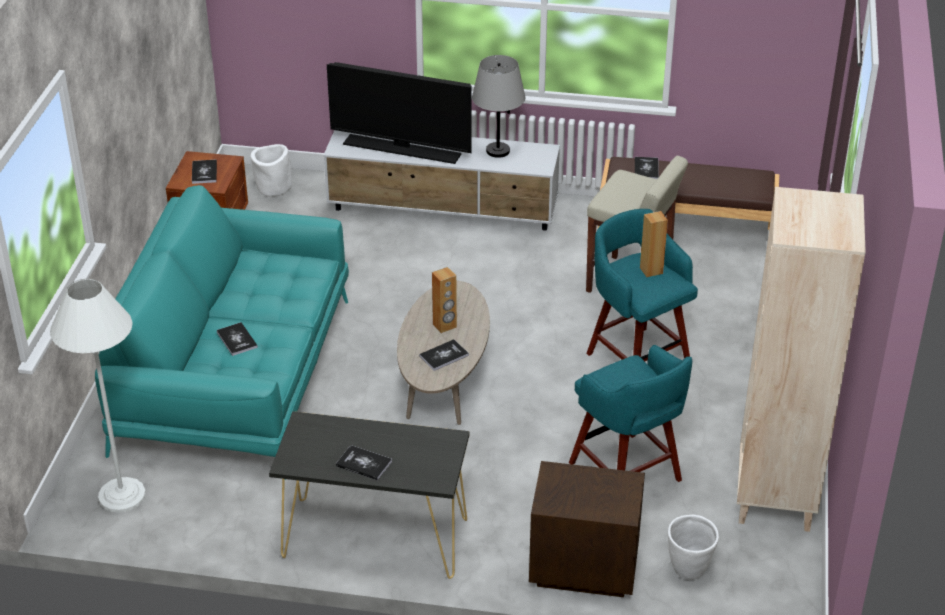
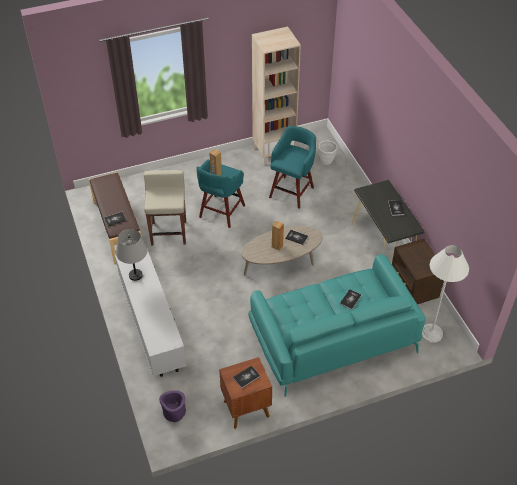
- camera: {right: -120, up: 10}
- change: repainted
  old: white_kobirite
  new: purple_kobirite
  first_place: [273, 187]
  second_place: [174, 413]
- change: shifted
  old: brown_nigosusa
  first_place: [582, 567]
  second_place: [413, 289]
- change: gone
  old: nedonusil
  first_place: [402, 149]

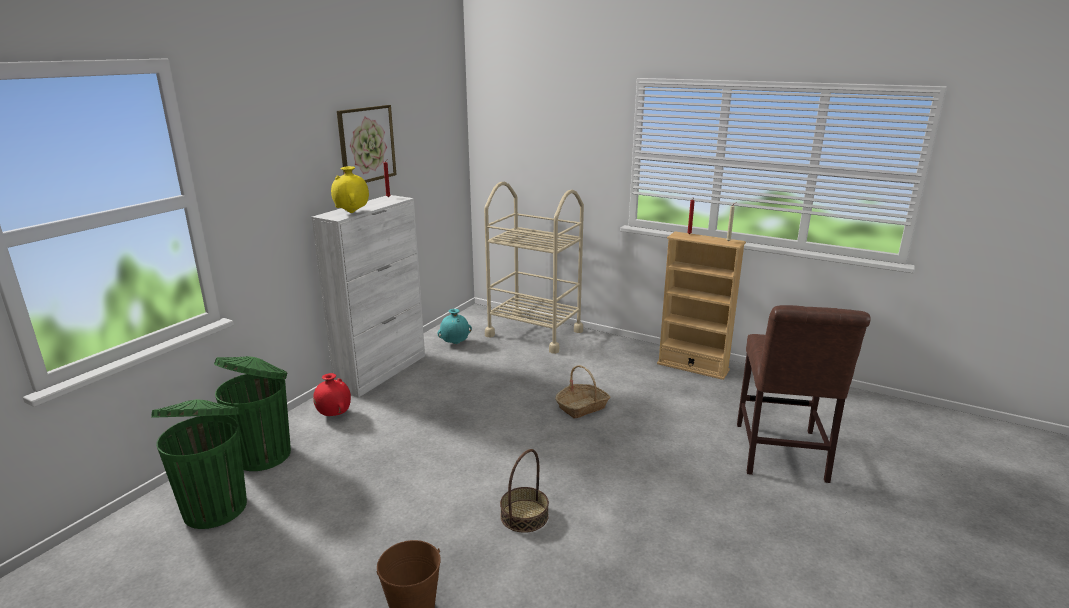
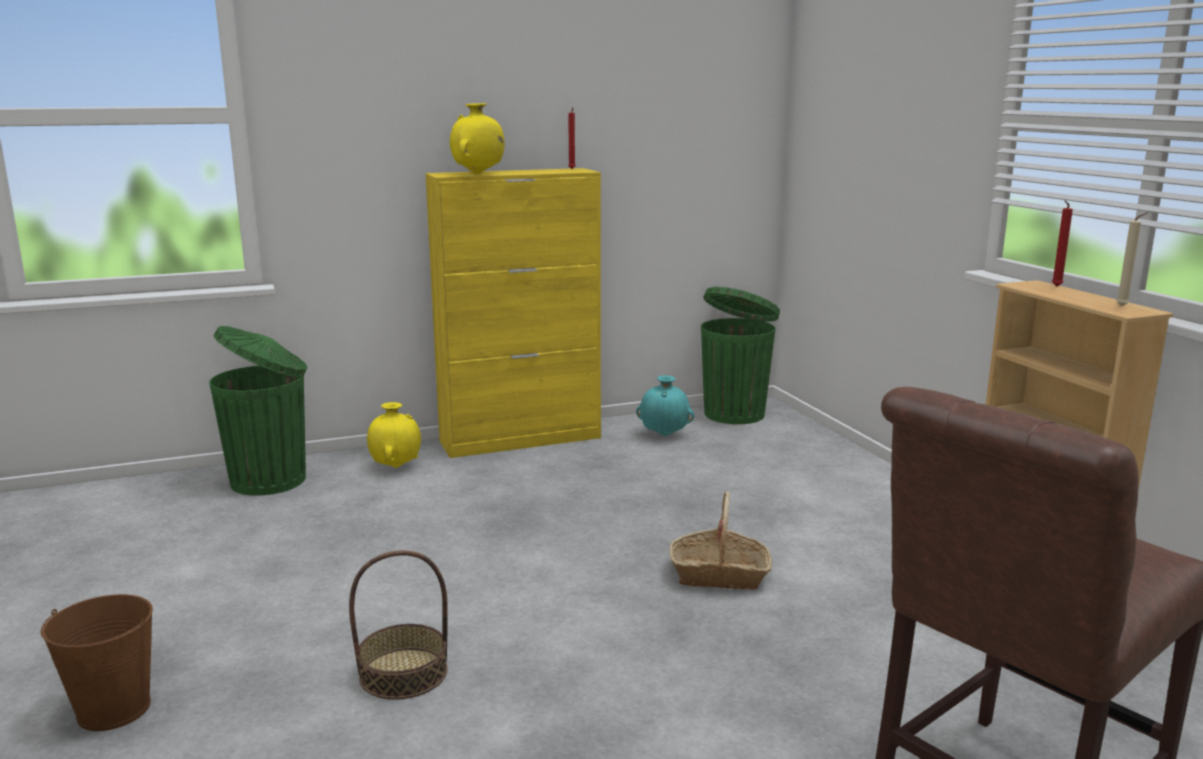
- camera: {right: 40, up: -5}
- change: repainted
  old: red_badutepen
  new: yellow_badutepen
  first_place: [334, 415]
  second_place: [395, 467]
- change: repainted
  old: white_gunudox
  new: yellow_gunudox
  first_place: [382, 371]
  second_place: [521, 439]
- change: shifted
  old: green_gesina
  first_place: [216, 507]
  second_place: [735, 413]
- change: gone
  old: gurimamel
  first_place: [366, 144]
- change: gone
  old: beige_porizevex
  first_place: [534, 333]

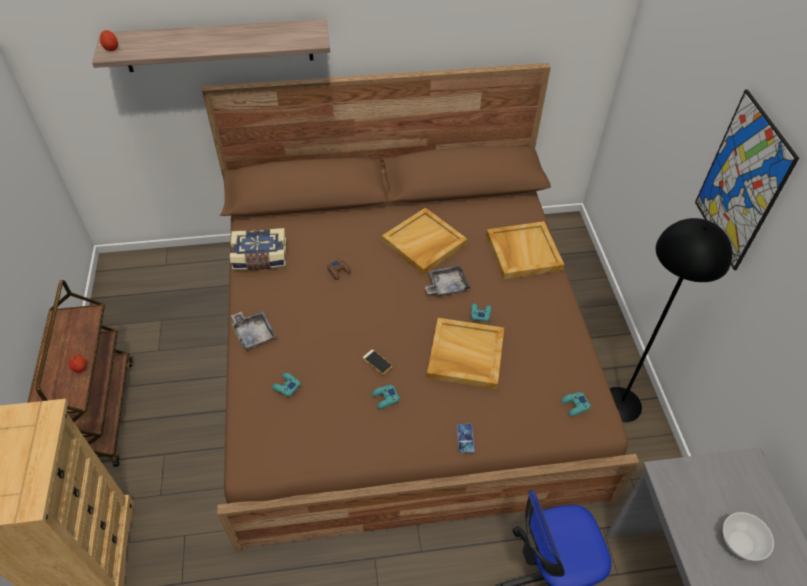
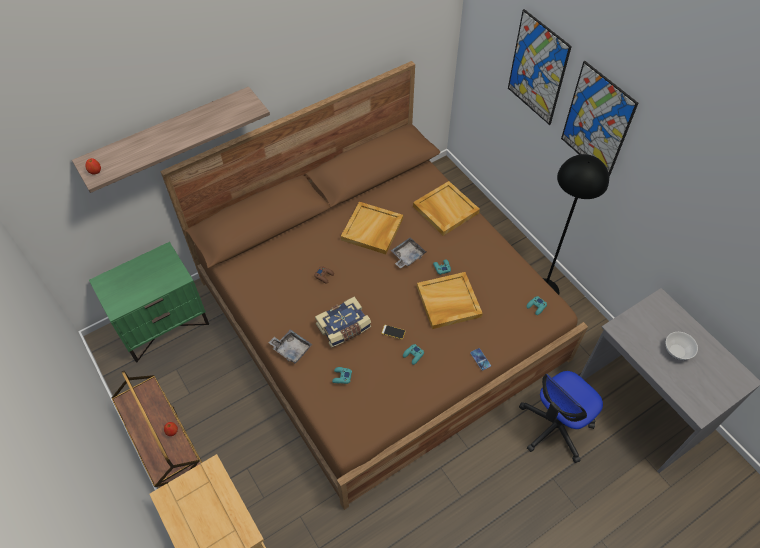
- camera: {right: -25, up: 5}
- change: new
  new: green_nigosusa
  second_place: [163, 324]
- change: shifted
  old: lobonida
  first_place: [260, 258]
  second_place: [344, 328]
- change: new
  new: gurimamel
  second_place: [537, 68]

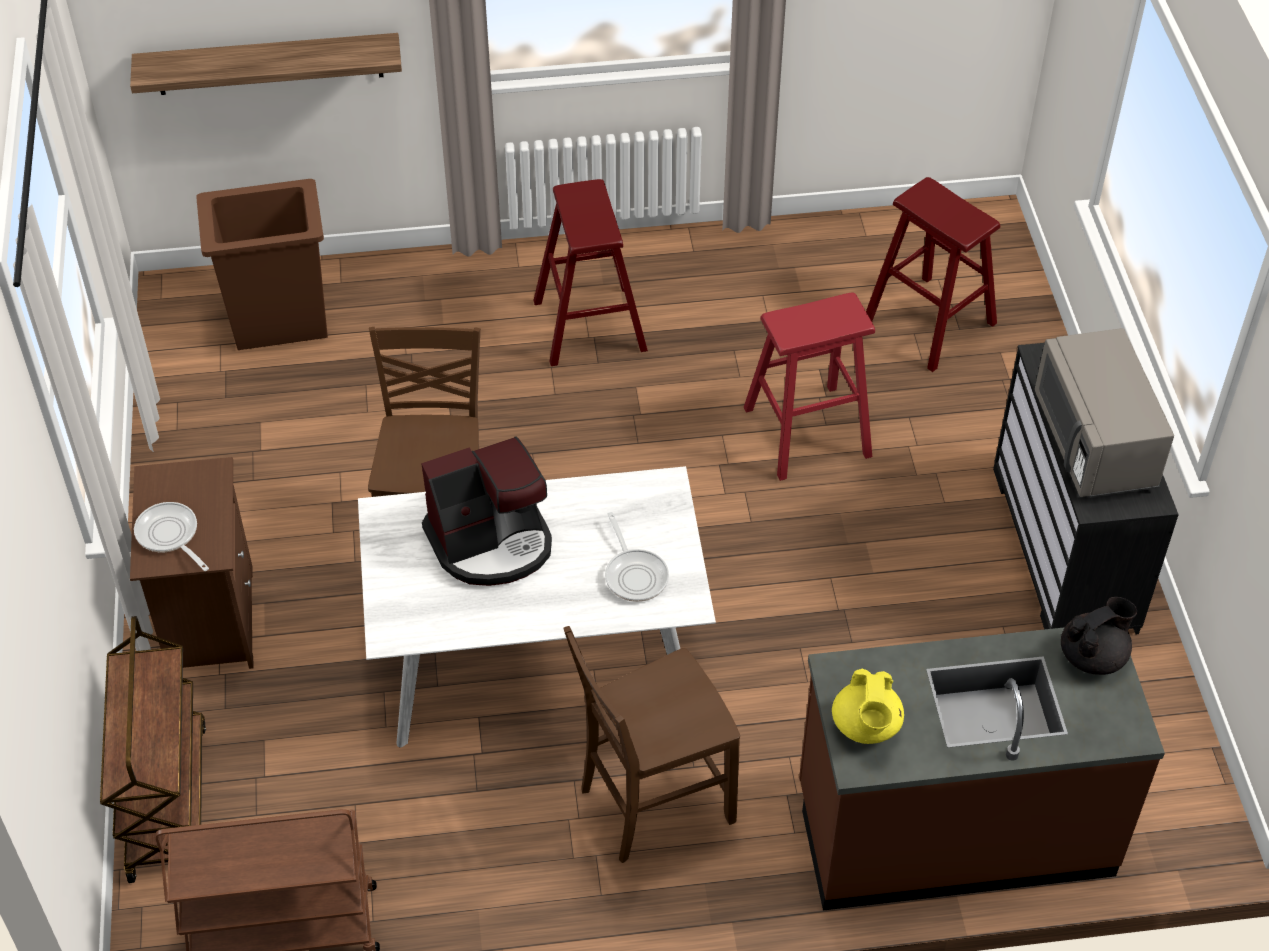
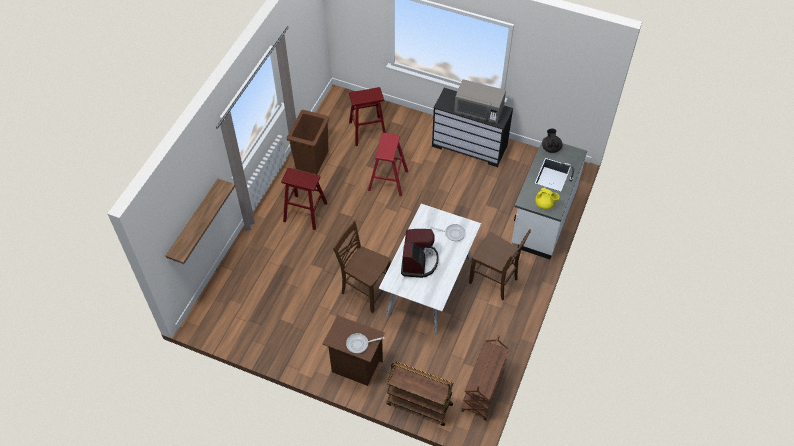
- camera: {right: -60, up: 5}
- change: shifted
  old: brown_gesina
  first_place: [278, 320]
  second_place: [311, 160]
- change: rotated
  old: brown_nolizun
  first_place: [652, 803]
  second_place: [494, 281]
  degrees: -60
- change: repainted
  old: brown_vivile
  new: white_vivile
  first_place: [953, 830]
  second_place: [542, 219]

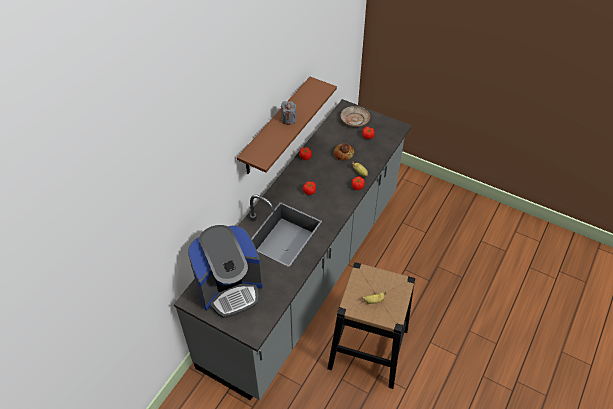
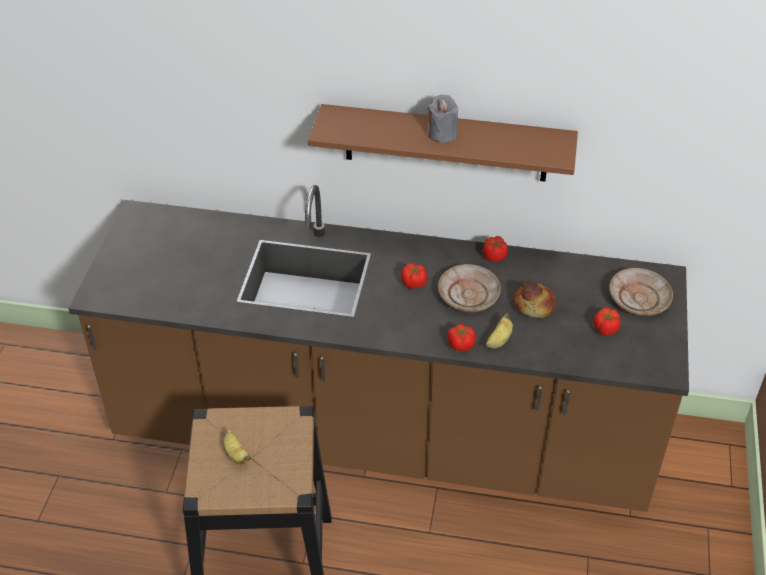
- camera: {right: 70, up: -5}
- change: repainted
  old: grey_vivile
  new: brown_vivile
  first_place: [306, 276]
  second_place: [383, 435]
- change: new
  new: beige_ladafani
  second_place: [468, 295]
- change: gone
  old: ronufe
  first_place: [229, 288]

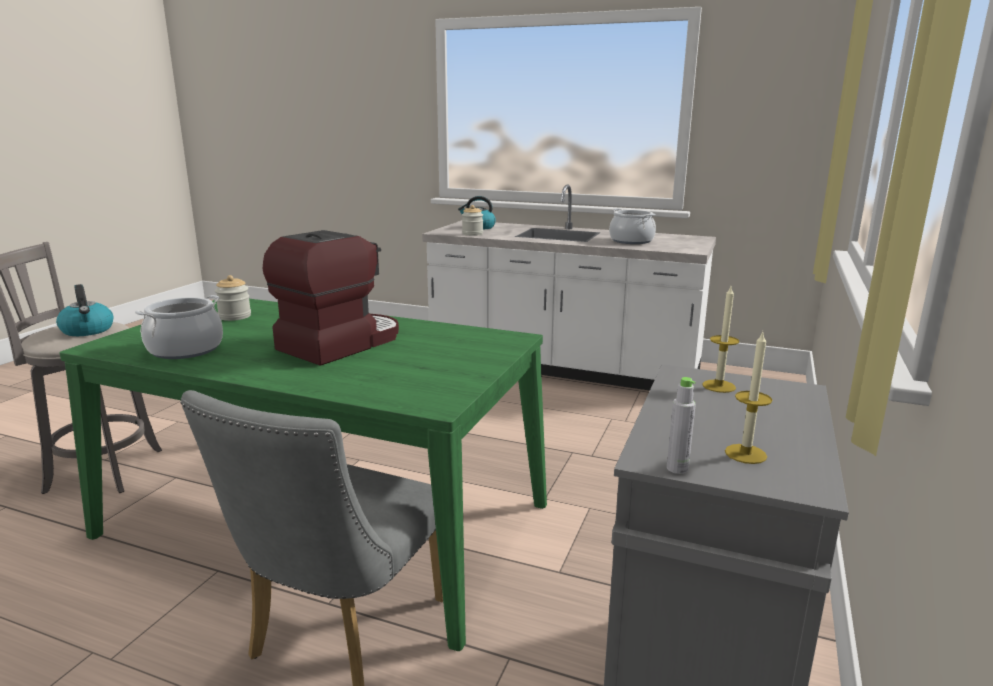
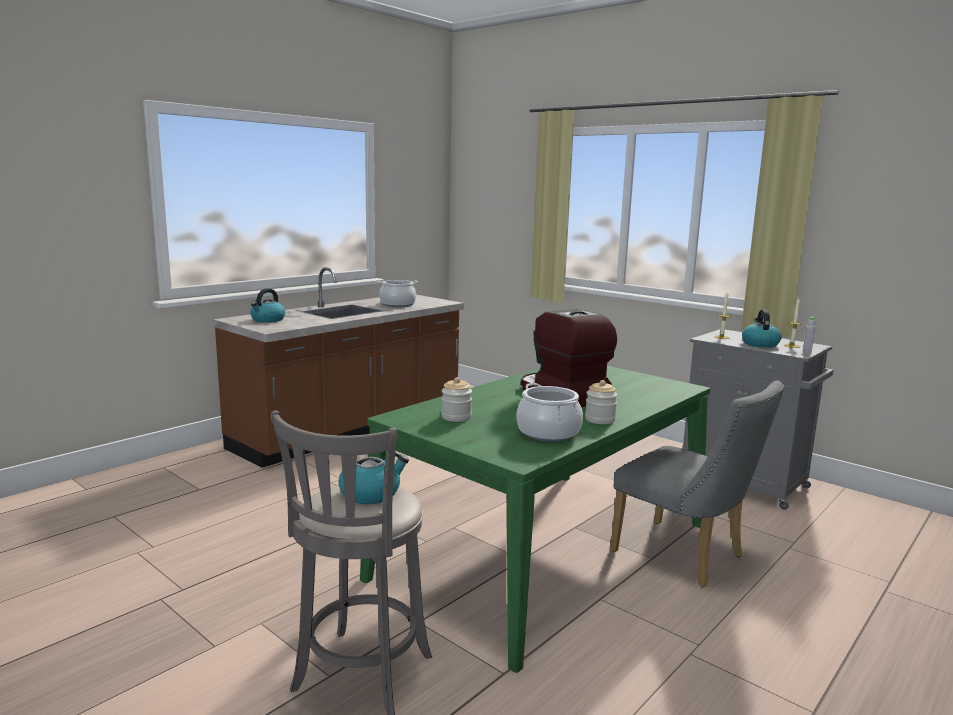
- camera: {right: -70, up: -5}
- change: repainted
  old: white_vivile
  new: brown_vivile
  first_place: [563, 368]
  second_place: [351, 429]
- change: shifted
  old: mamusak
  first_place: [472, 234]
  second_place: [600, 419]
- change: new
  new: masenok
  second_place: [759, 344]

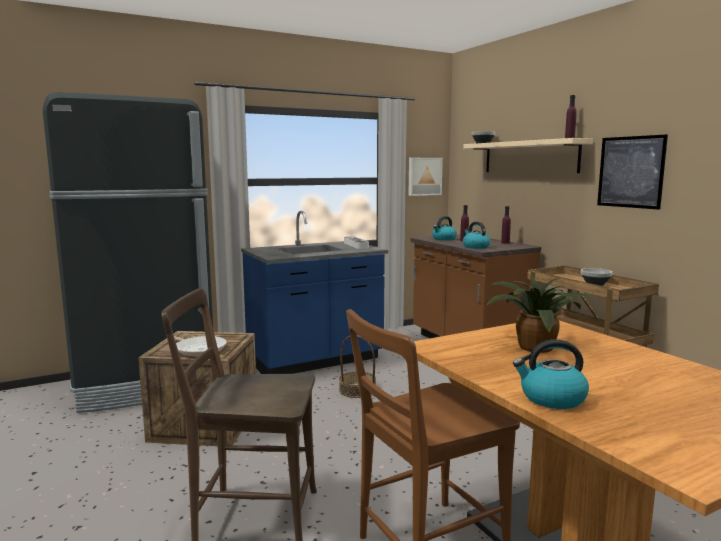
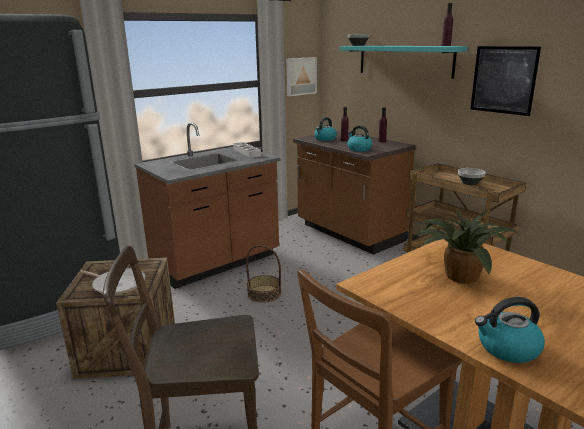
- camera: {right: -10, up: 10}
- change: repainted
  old: blue_vivile
  new: brown_vivile
  first_place: [315, 360]
  second_place: [216, 263]
- change: repainted
  old: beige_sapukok
  new: turquoise_sapukok
  first_place: [529, 157]
  second_place: [404, 60]

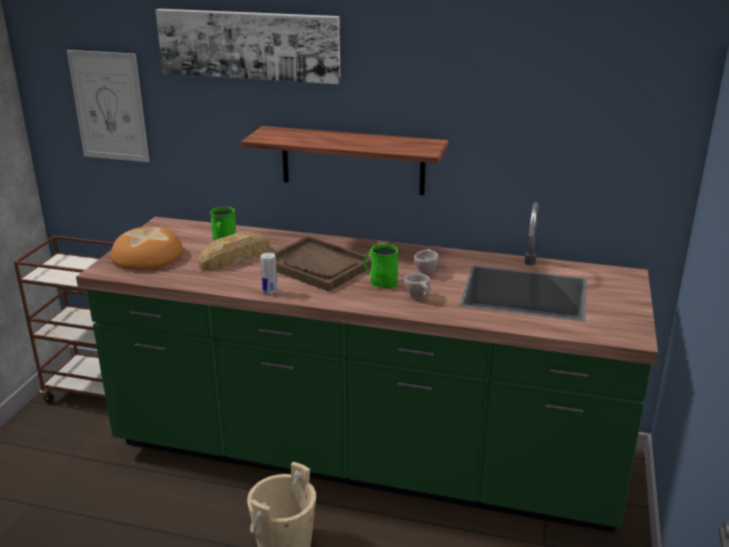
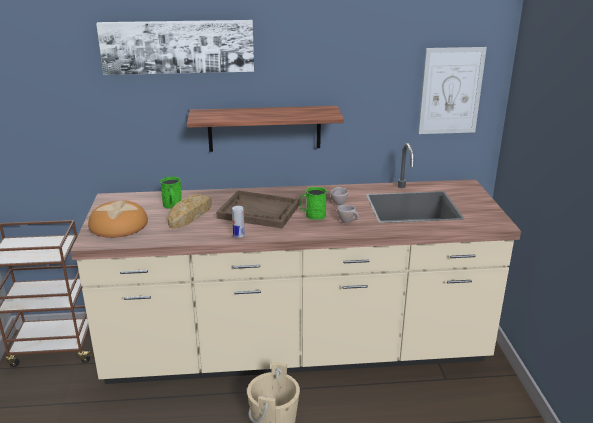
- camera: {right: -20, up: 0}
- change: repainted
  old: green_vivile
  new: beige_vivile
  first_place: [364, 457]
  second_place: [296, 350]
- change: shifted
  old: gurimamel
  first_place: [109, 106]
  second_place: [451, 91]

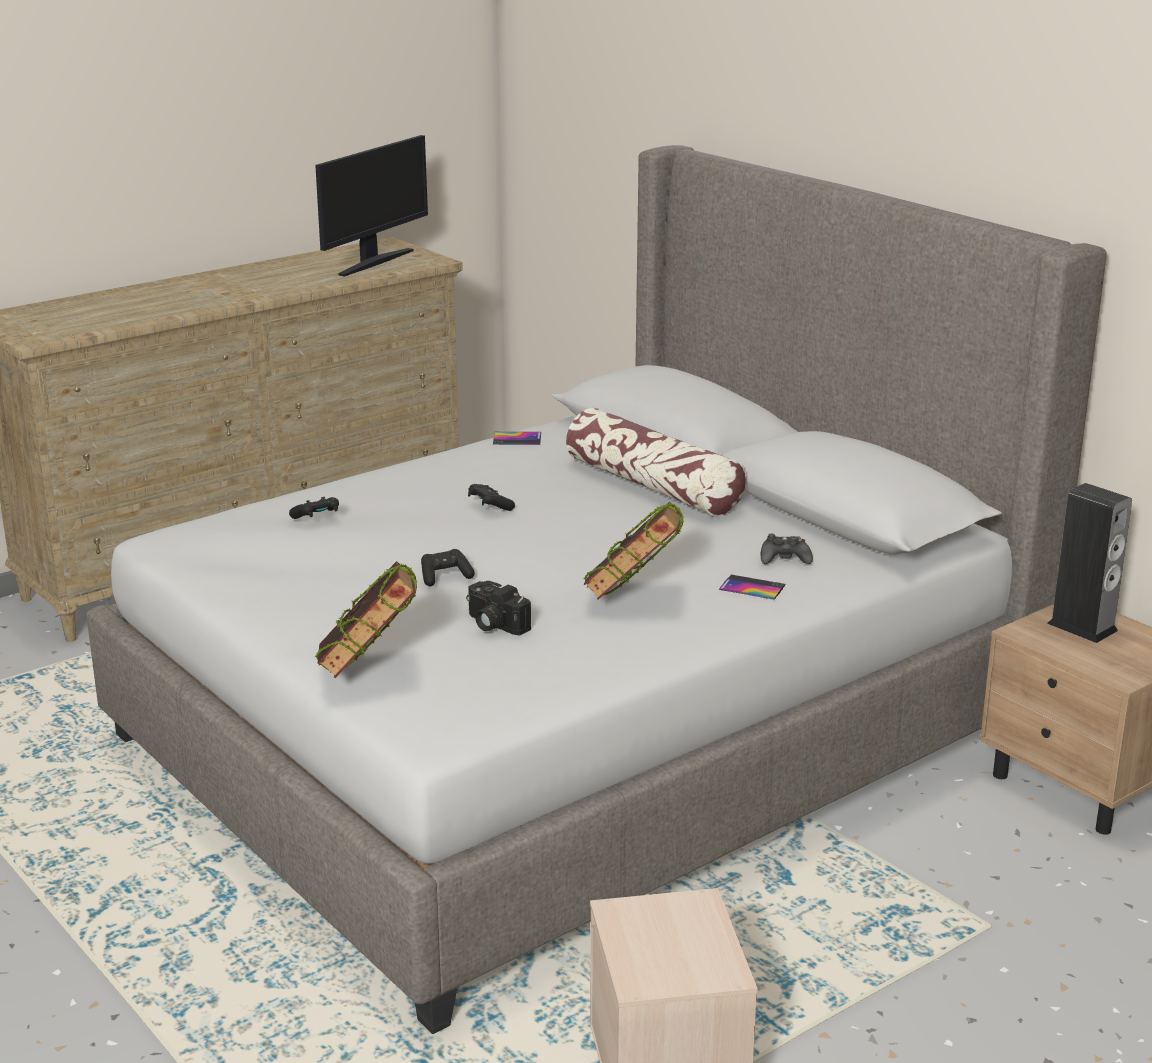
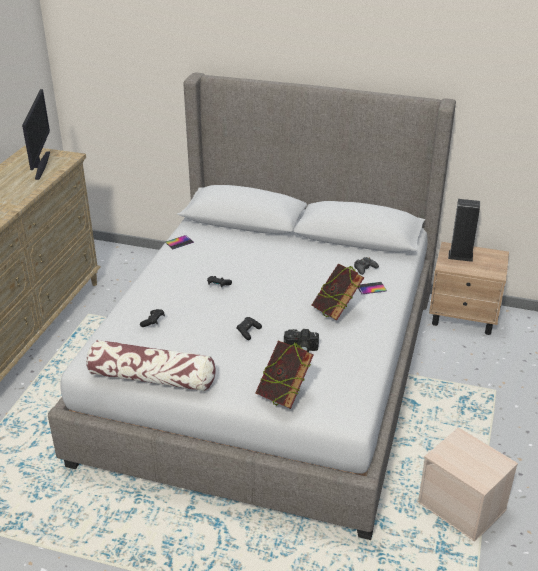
- camera: {right: -35, up: 10}
- change: shifted
  old: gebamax
  first_place: [653, 486]
  second_place: [152, 378]

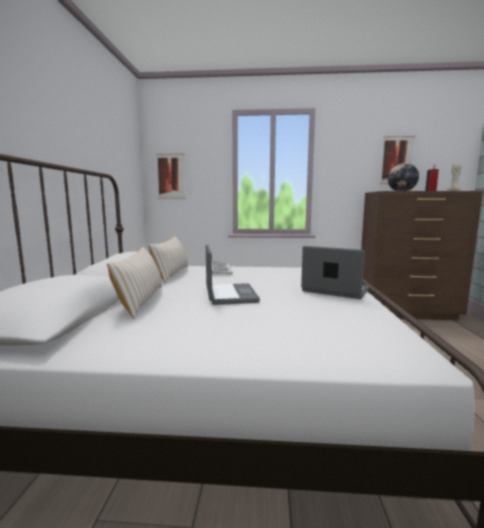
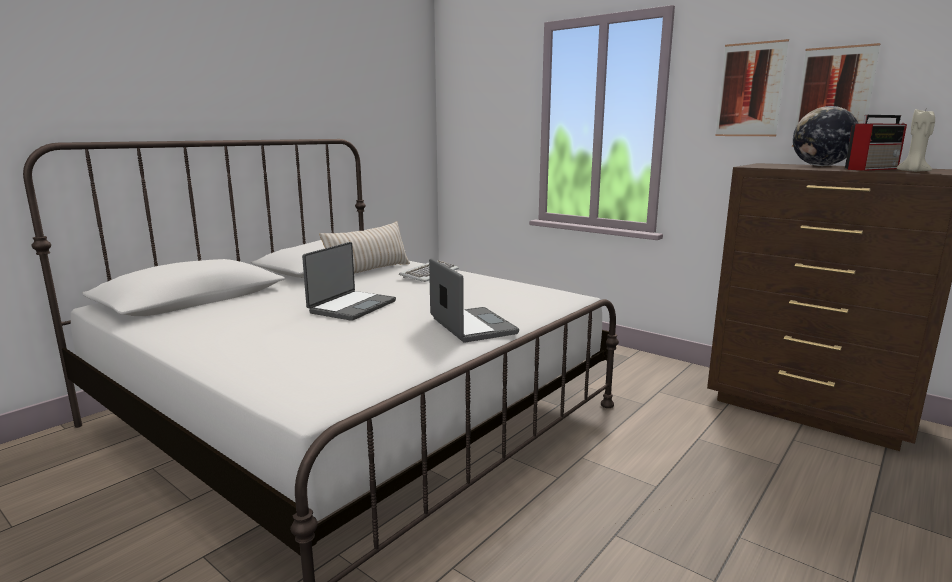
- camera: {right: 35, up: 5}
- change: shifted
  old: gurimamel
  first_place: [171, 176]
  second_place: [750, 90]
- change: gone
  old: beige_gebamax
  first_place: [141, 300]

